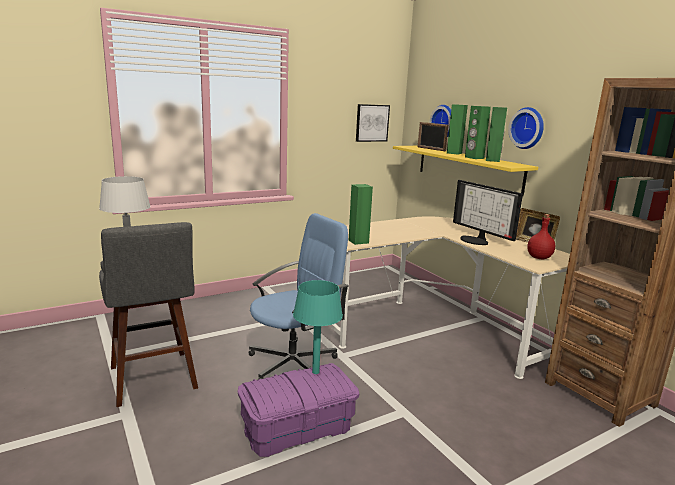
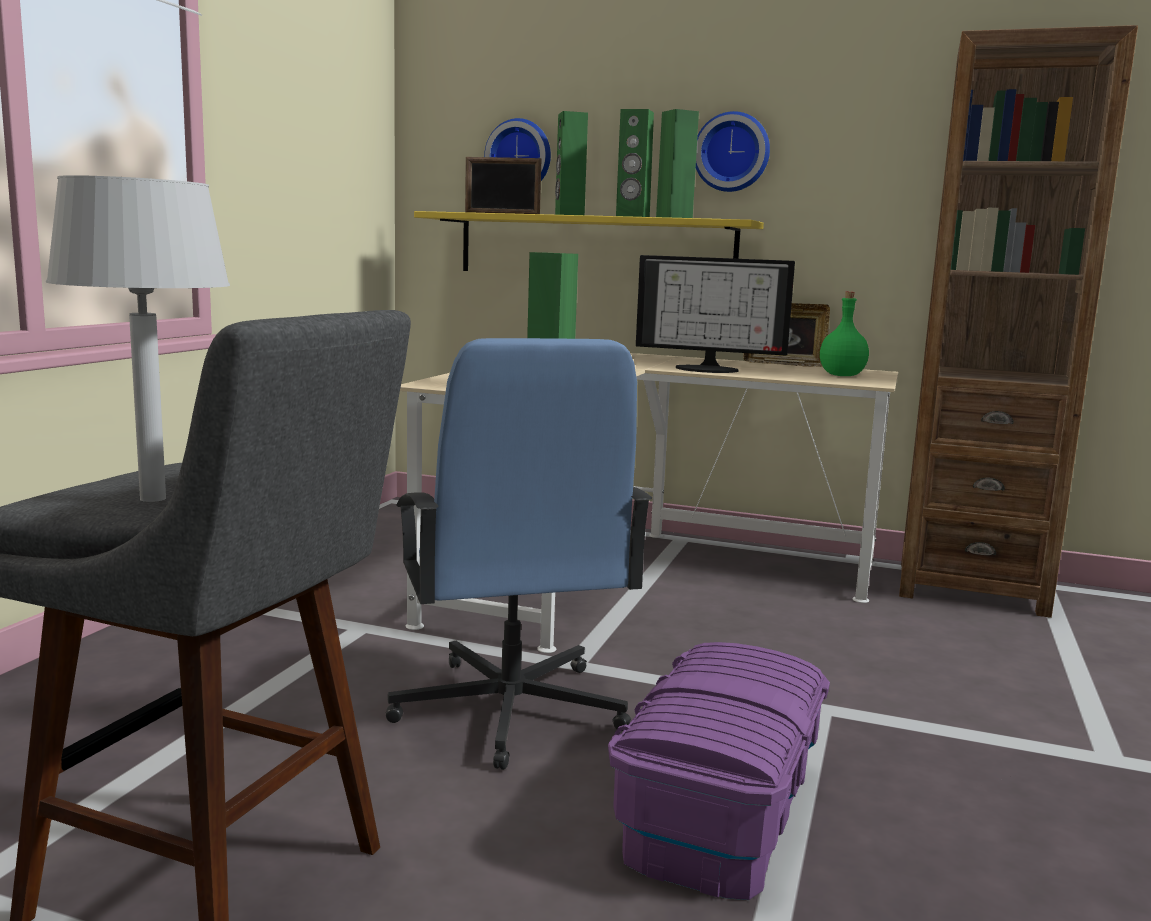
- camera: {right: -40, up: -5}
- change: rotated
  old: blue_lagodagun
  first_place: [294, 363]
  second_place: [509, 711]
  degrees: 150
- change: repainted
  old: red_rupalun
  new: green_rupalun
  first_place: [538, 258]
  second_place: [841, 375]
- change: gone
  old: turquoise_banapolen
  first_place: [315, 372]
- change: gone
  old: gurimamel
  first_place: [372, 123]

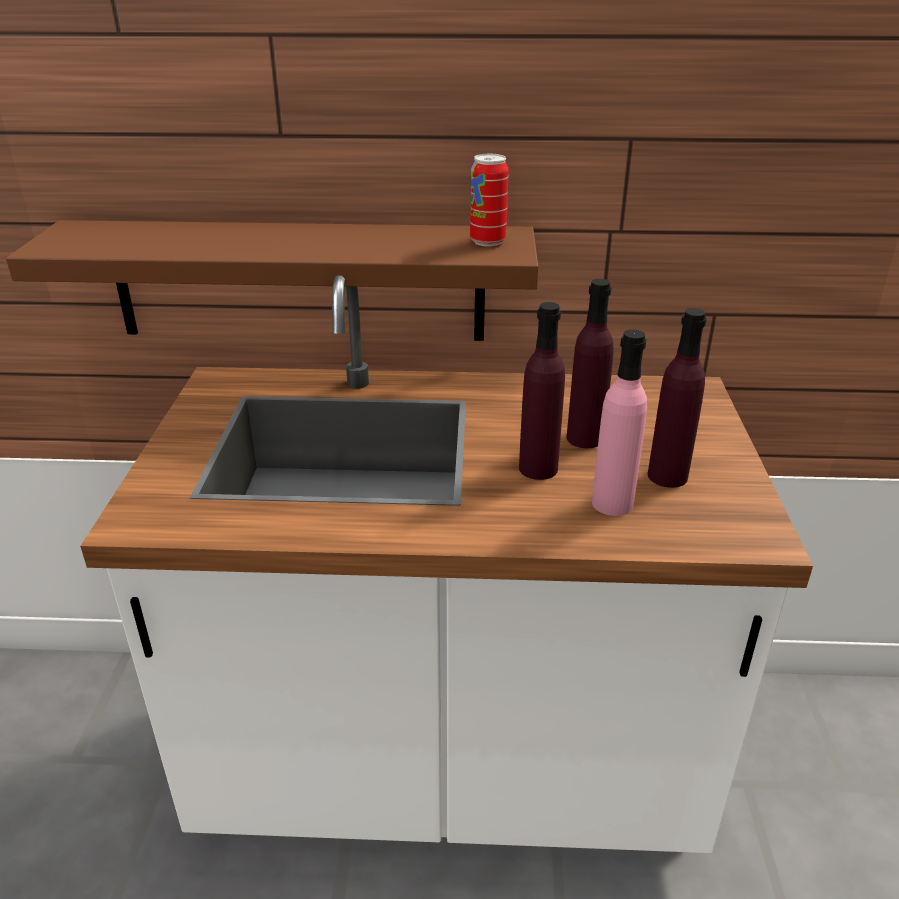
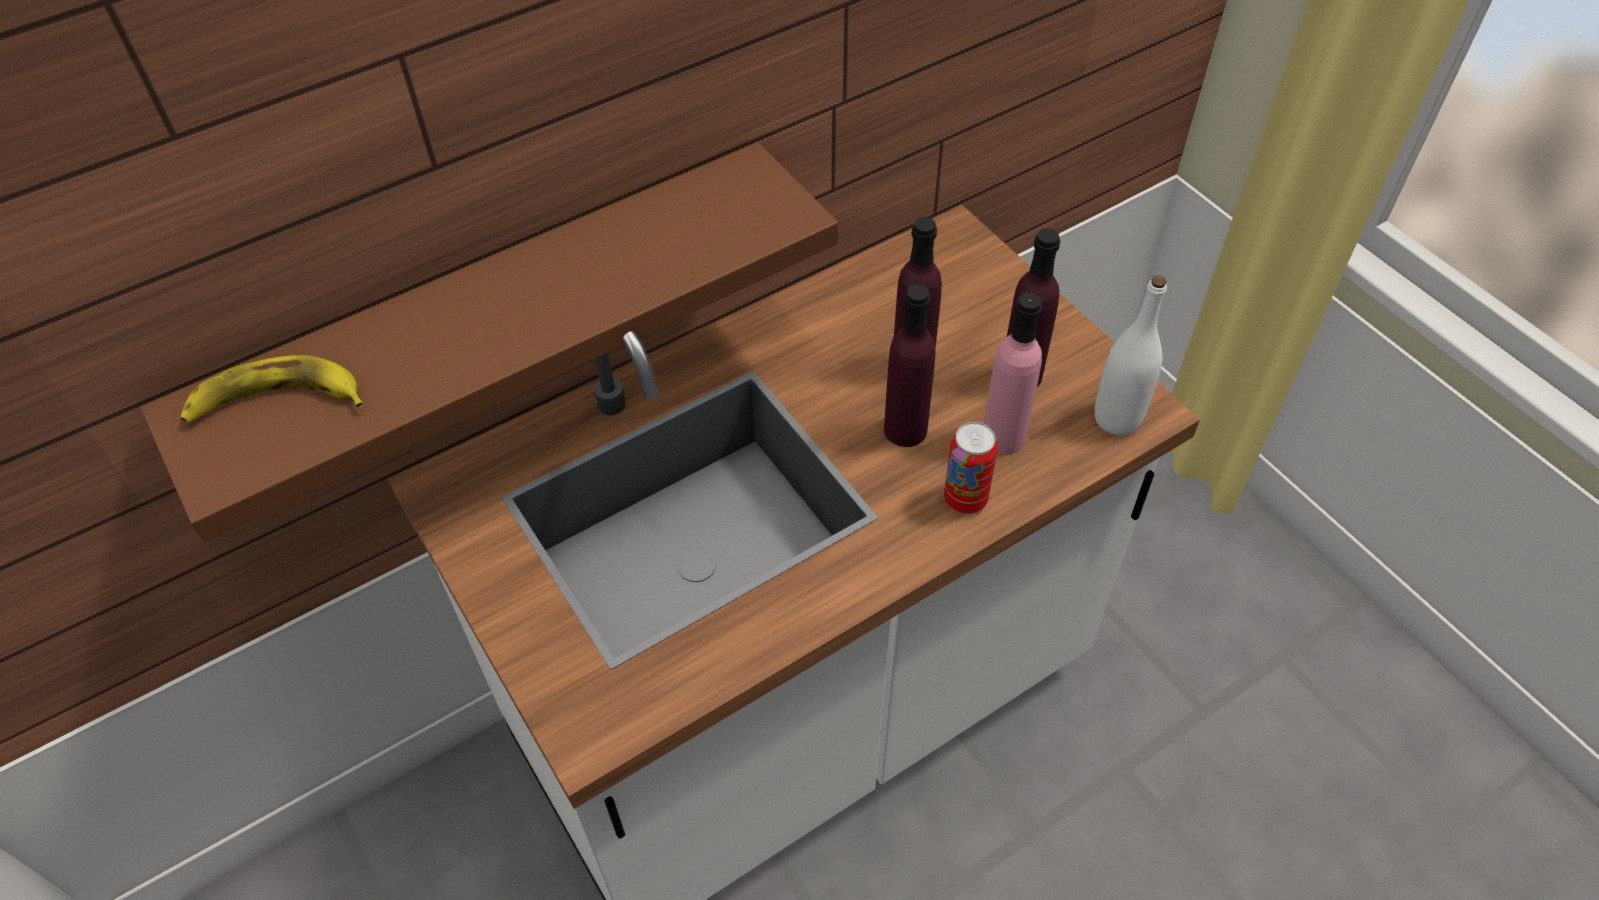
- camera: {right: -35, up: 20}
- change: new
  new: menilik
  second_place: [276, 401]
- change: shifted
  old: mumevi
  first_place: [487, 242]
  second_place: [965, 499]
- change: new
  new: white_rupalun
  second_place: [1117, 418]

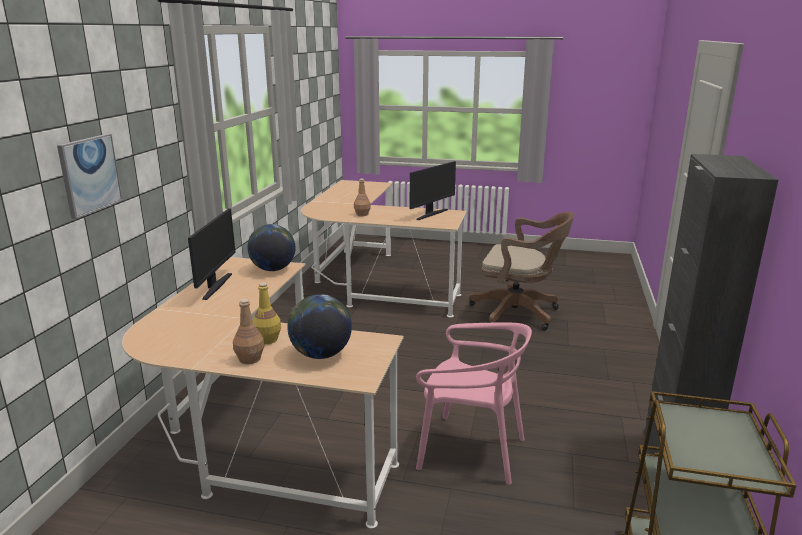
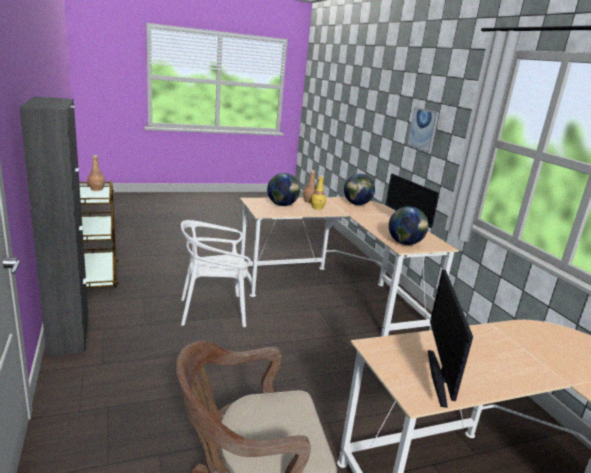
- camera: {right: 145, up: 0}
- change: shifted
  old: brown_rupalun
  first_place: [362, 214]
  second_place: [96, 189]
- change: repainted
  old: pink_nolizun
  new: white_nolizun
  first_place: [471, 450]
  second_place: [213, 311]
- change: new
  new: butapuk
  second_place: [357, 204]

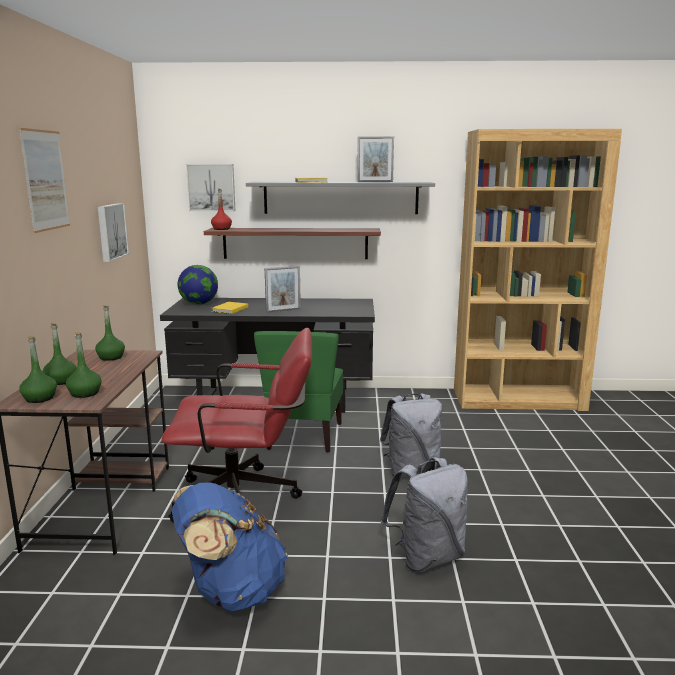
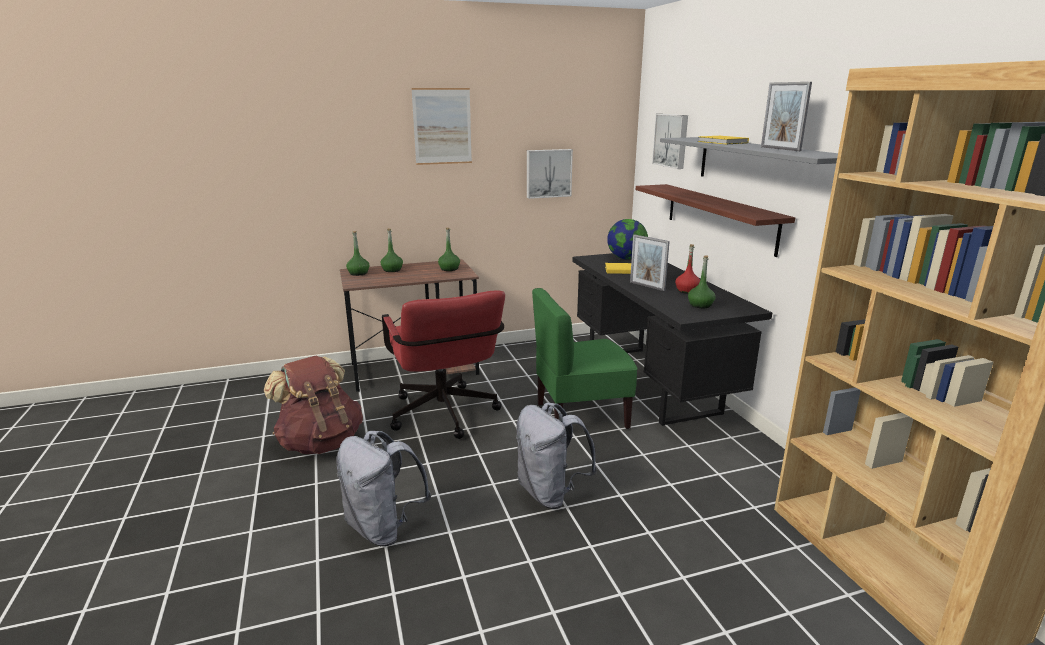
- camera: {right: 70, up: 5}
- change: repainted
  old: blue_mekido
  new: brown_mekido
  first_place: [231, 591]
  second_place: [320, 442]
- change: shifted
  old: red_rupalun
  first_place: [221, 229]
  second_place: [687, 291]
- change: shifted
  old: green_rupalun
  first_place: [85, 393]
  second_place: [700, 305]

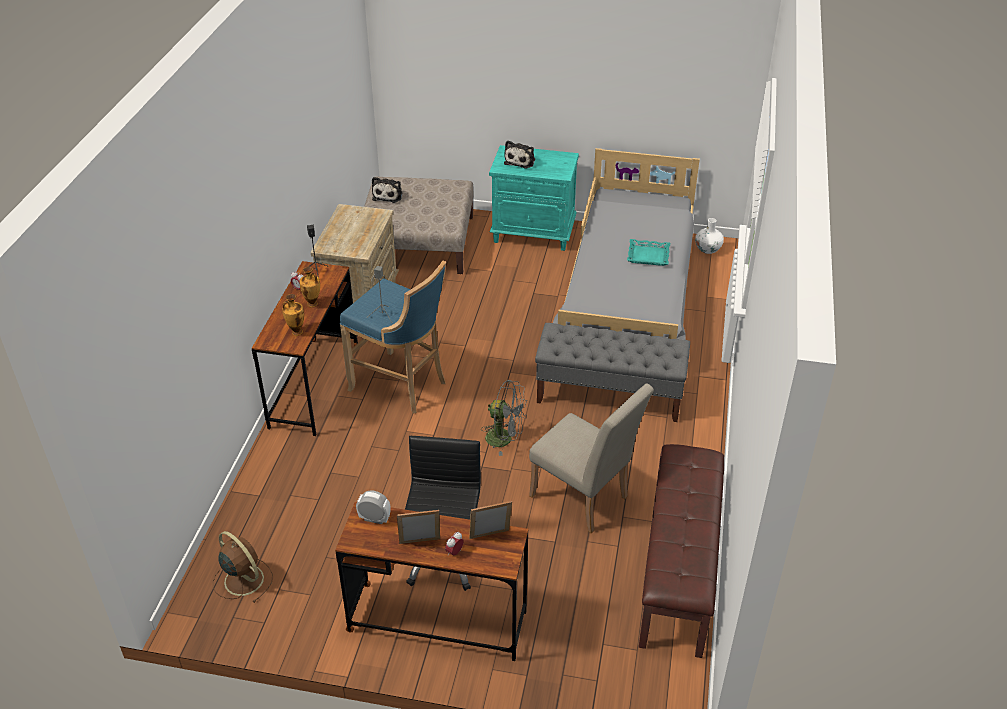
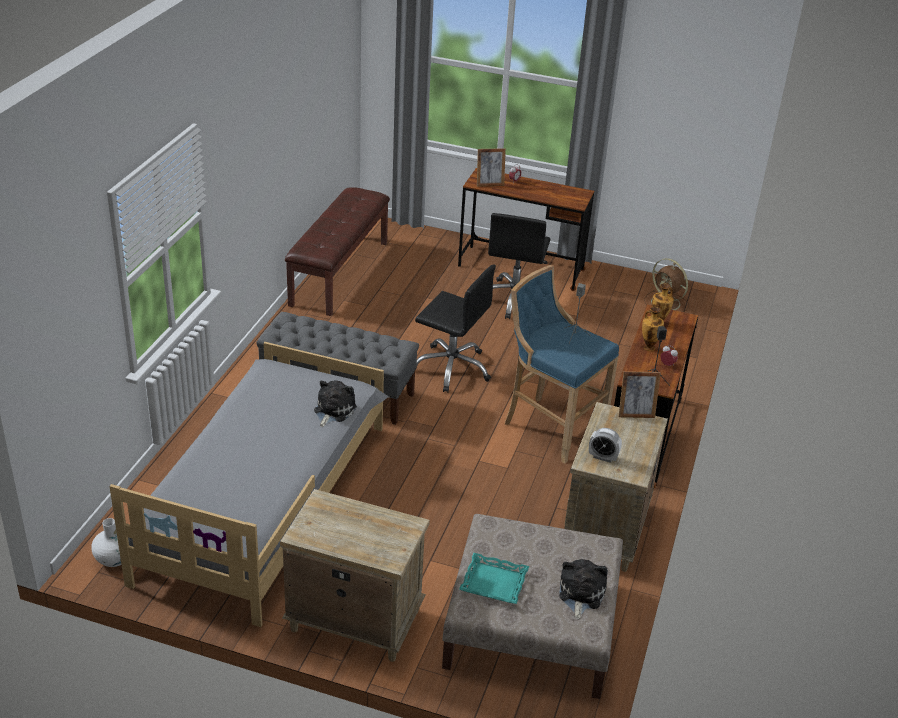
- camera: {right: -175, up: -5}
- change: repainted
  old: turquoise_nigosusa
  new: beige_nigosusa
  first_place: [534, 233]
  second_place: [353, 621]
- change: shifted
  old: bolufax
  first_place: [520, 161]
  second_place: [333, 410]
- change: swapped
  old: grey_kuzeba
  new: black_lagodagun
  first_place: [505, 439]
  second_place: [452, 368]
- change: shifted
  old: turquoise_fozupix
  first_place: [648, 256]
  second_place: [494, 582]
- change: shifted
  old: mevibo
  first_place: [374, 519]
  second_place: [603, 457]
- change: shifted
  old: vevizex
  first_place: [420, 545]
  second_place: [635, 414]
- change: gone
  old: beige_nolizun
  first_place: [584, 500]

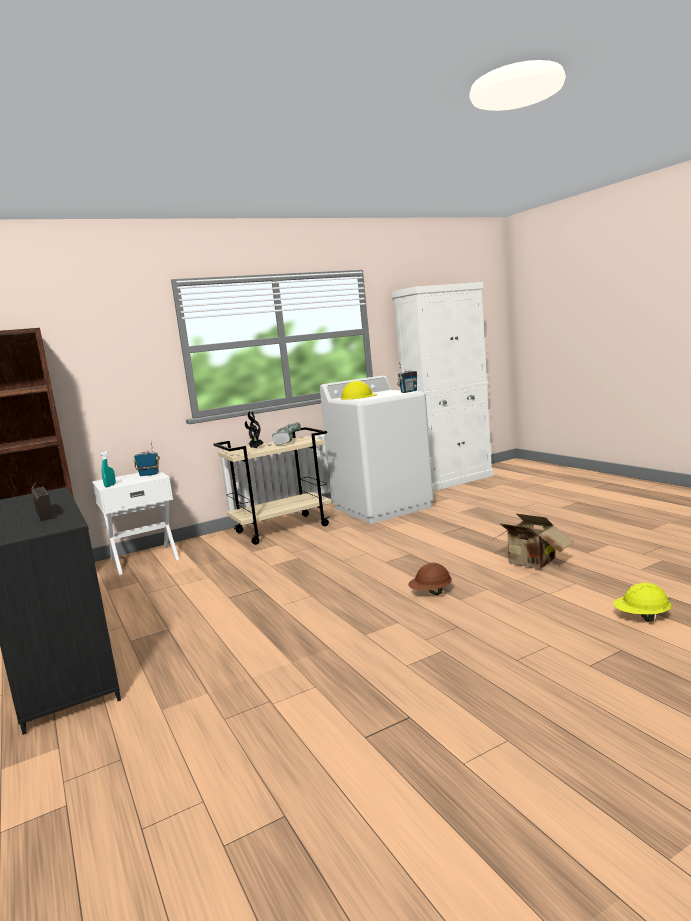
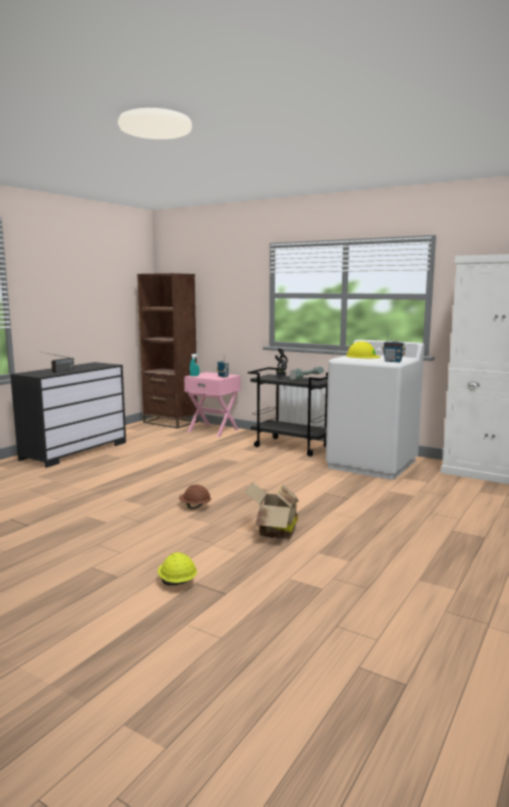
- camera: {right: 60, up: 0}
- change: repainted
  old: white_nigosusa
  new: pink_nigosusa
  first_place: [144, 559]
  second_place: [213, 430]
- change: repainted
  old: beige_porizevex
  new: black_porizevex
  first_place: [282, 529]
  second_place: [292, 447]

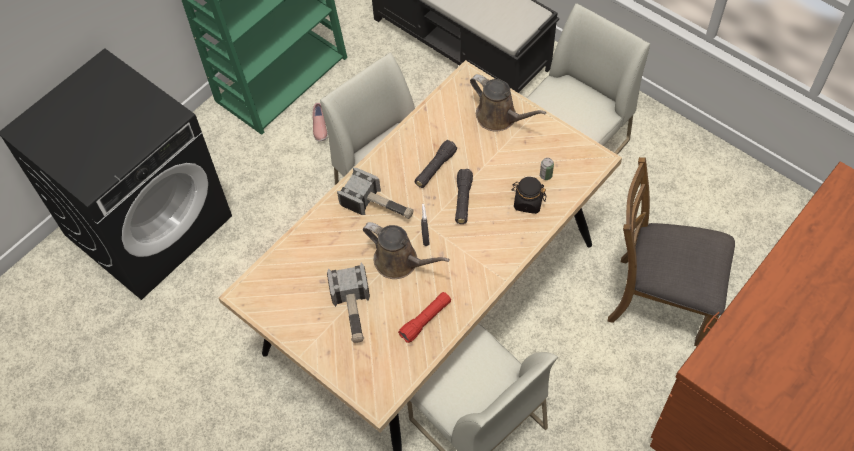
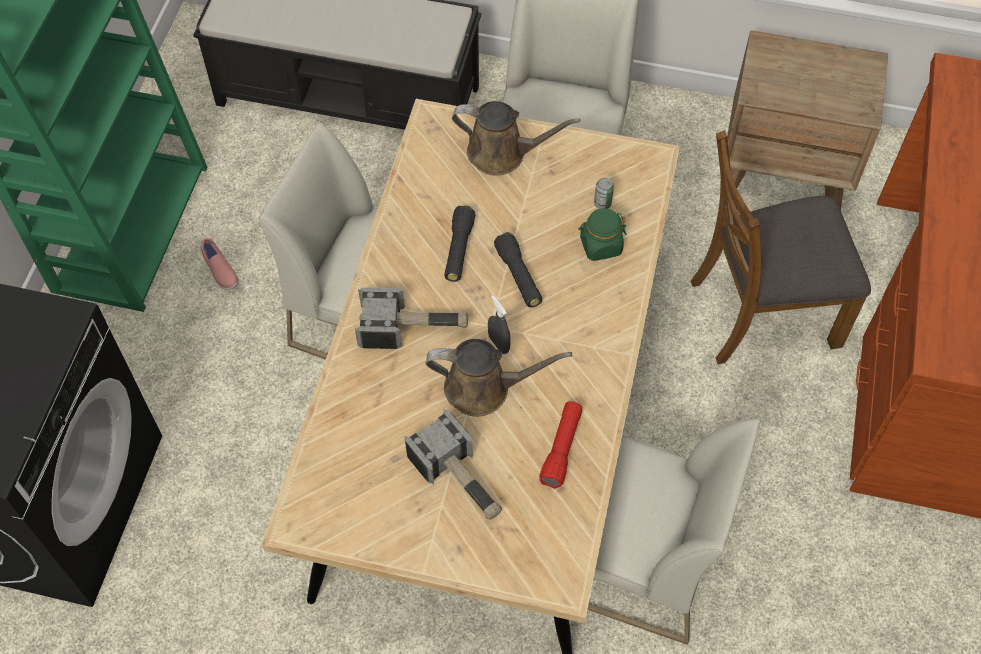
- camera: {right: -30, up: 0}
- change: repainted
  old: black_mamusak
  new: green_mamusak
  first_place: [528, 202]
  second_place: [600, 246]
- change: new
  new: brown_nigosusa
  second_place: [785, 170]

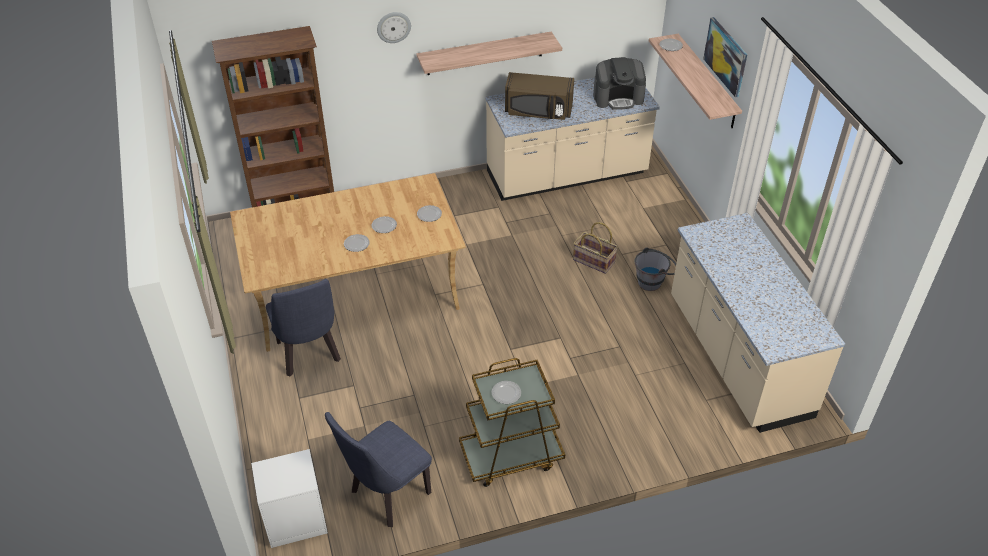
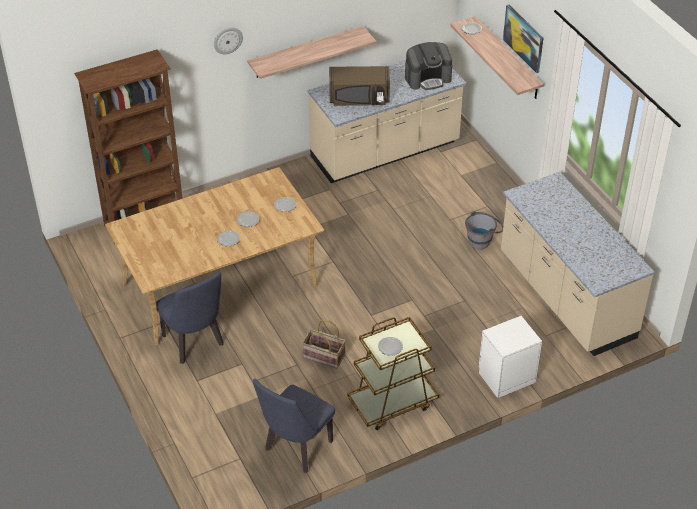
- camera: {right: -10, up: 0}
- change: shifted
  old: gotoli
  first_place: [593, 261]
  second_place: [323, 356]
- change: shifted
  old: white_nigosusa
  first_place: [294, 520]
  second_place: [505, 377]

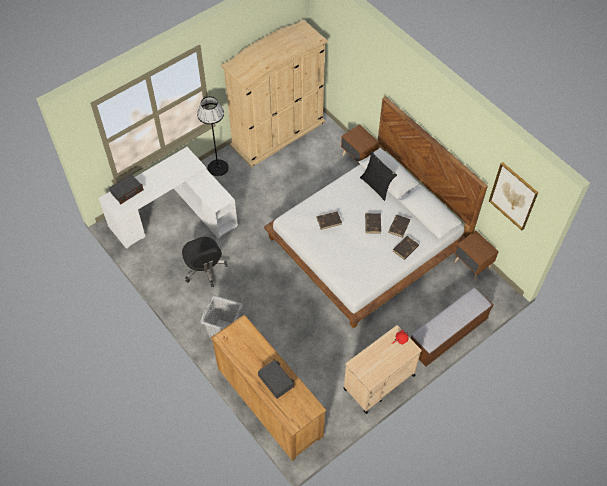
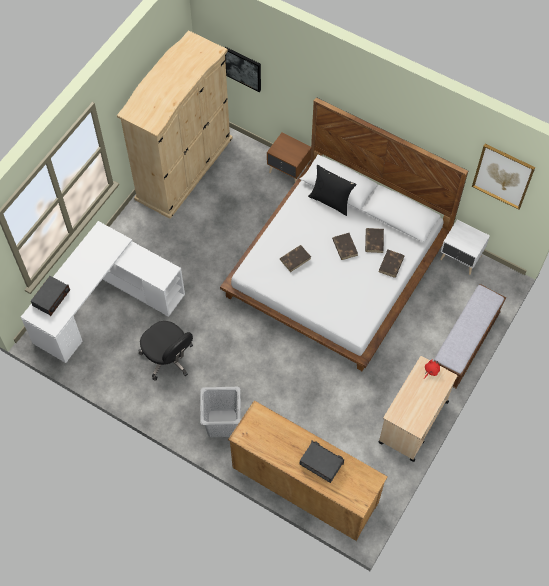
- camera: {right: -20, up: 5}
- change: new
  new: gurimamel
  second_place: [243, 68]
- change: repainted
  old: brown_nigosusa
  new: white_nigosusa
  first_place: [471, 266]
  second_place: [460, 259]
- change: gone
  old: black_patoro
  first_place: [218, 167]

